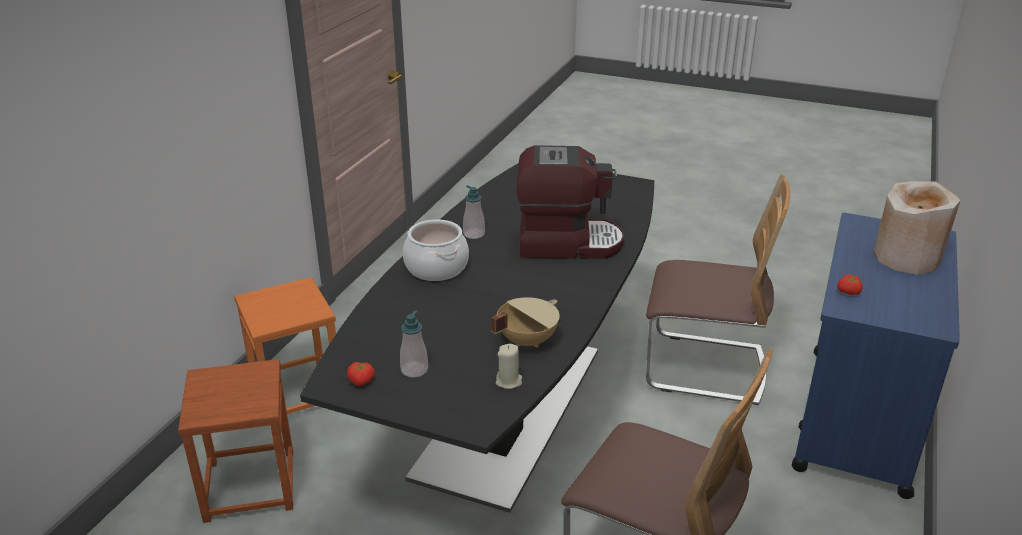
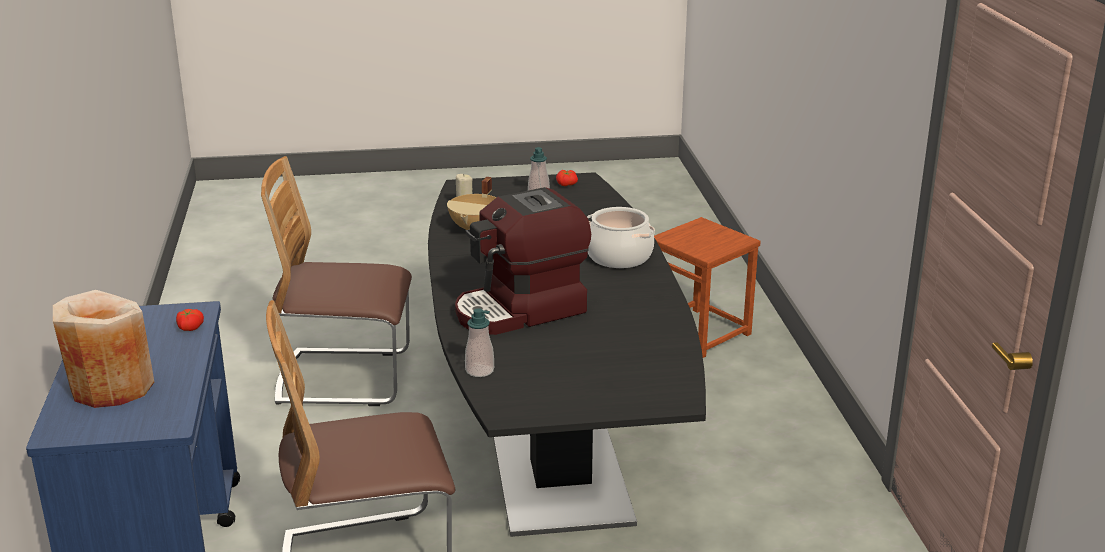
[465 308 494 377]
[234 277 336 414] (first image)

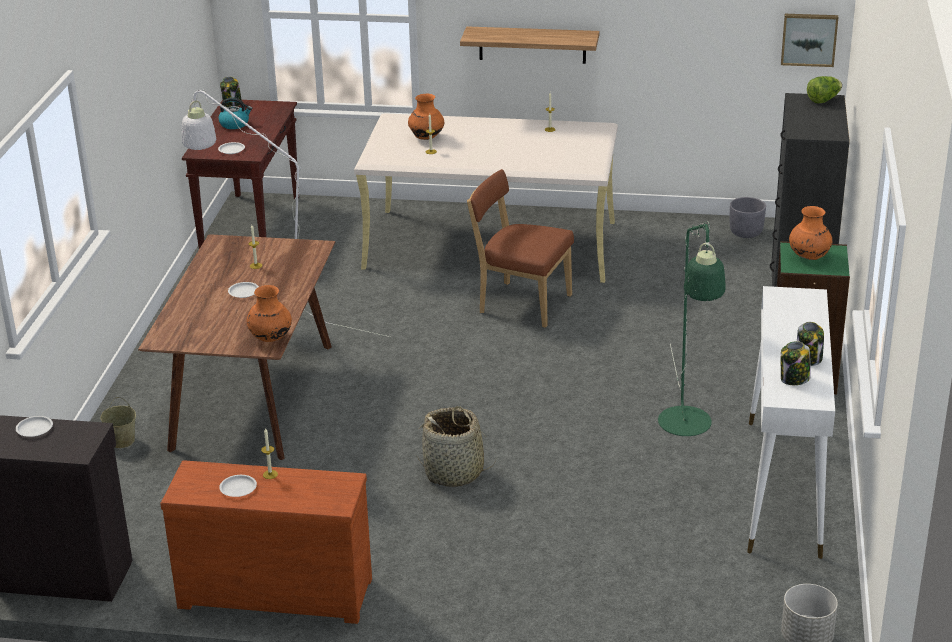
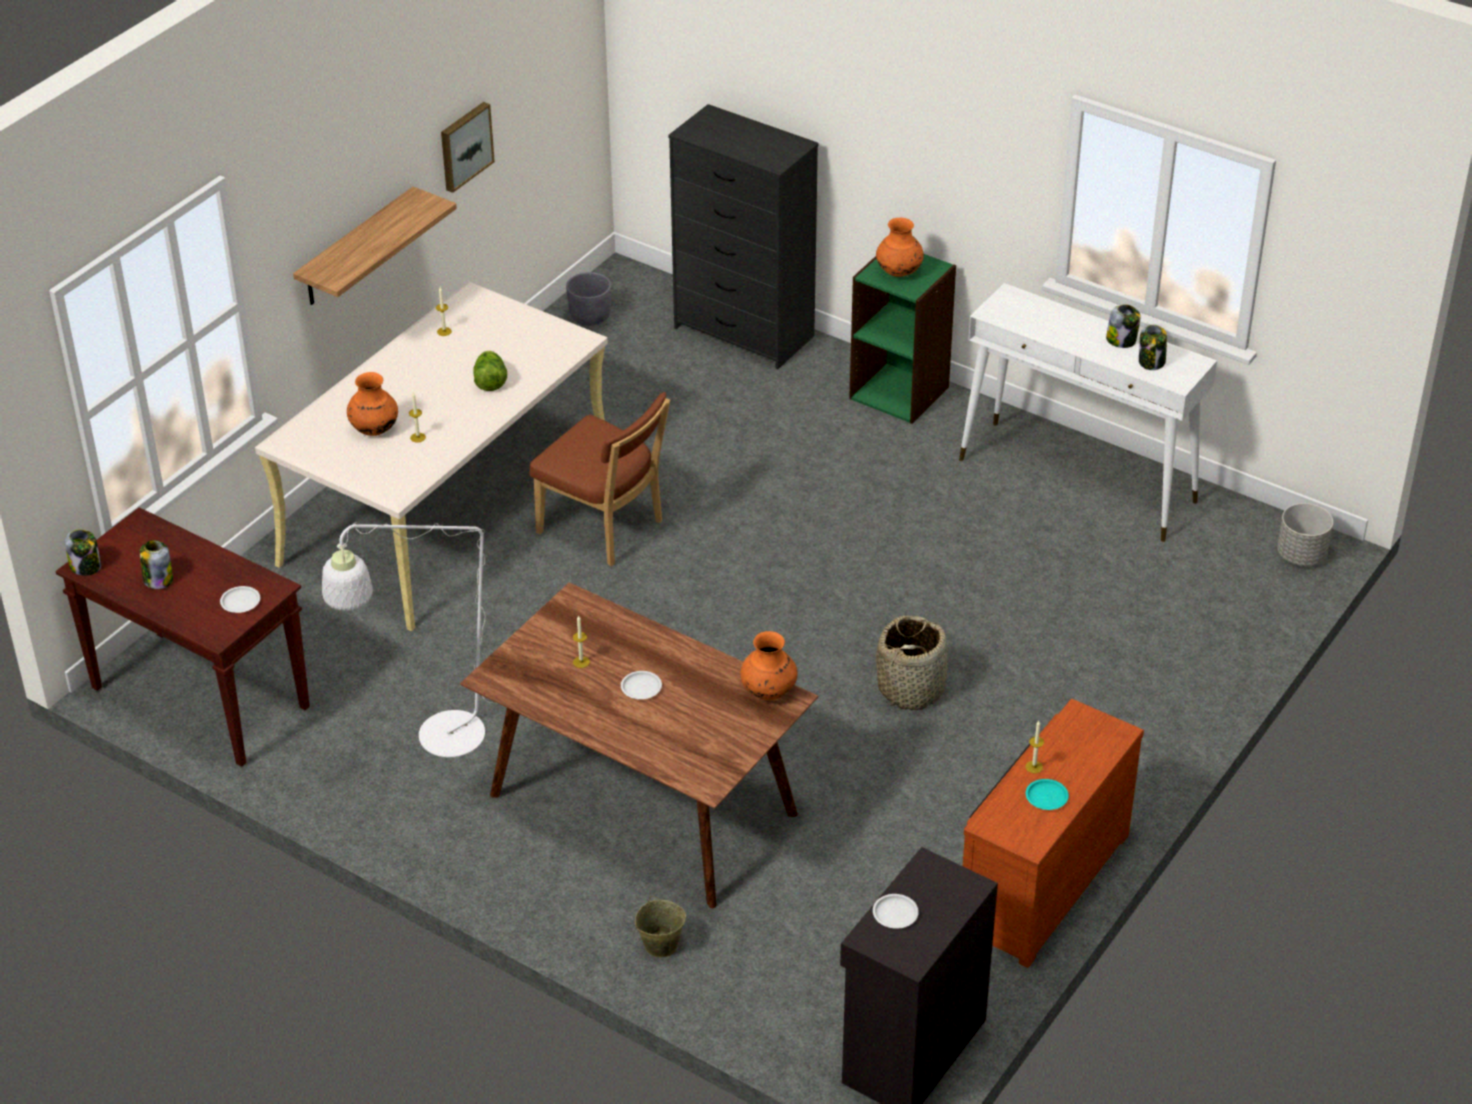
[441 102 495 193]
[473 350 507 391]
[140 540 173 589]
[529 392 670 566]
[658 221 726 436] (first image)
[1026 779 1069 810]

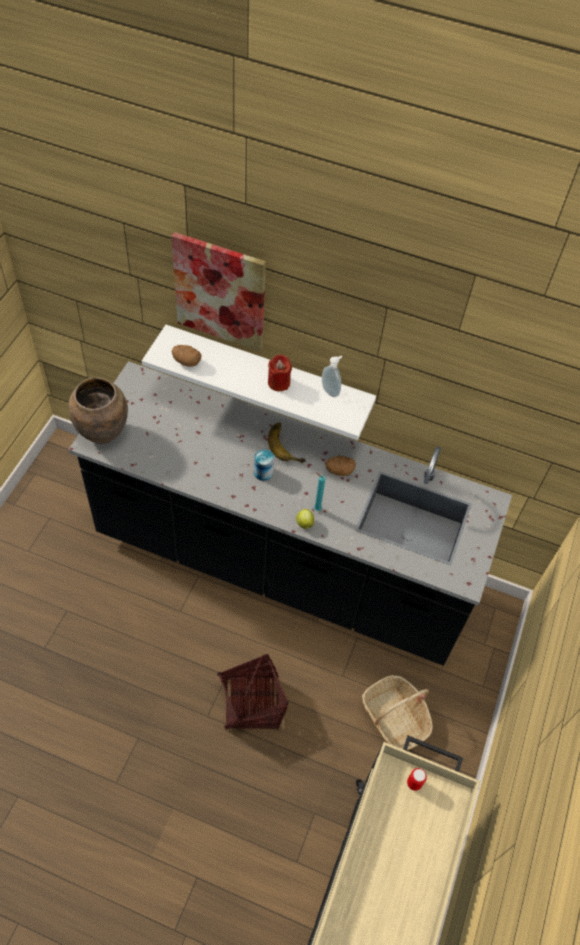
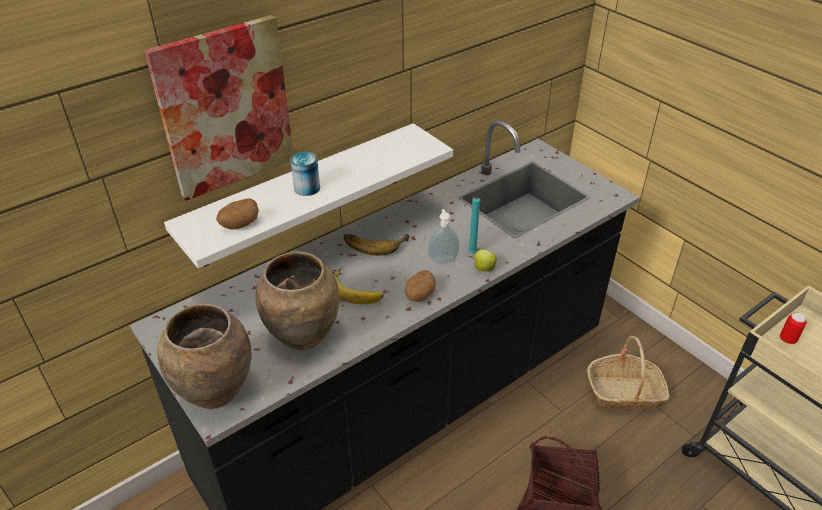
[268 354 292 391] (first image)
[428 209 460 263]
[290 152 320 196]
[405 270 436 302]
[256 251 339 350]
[334 268 384 304]

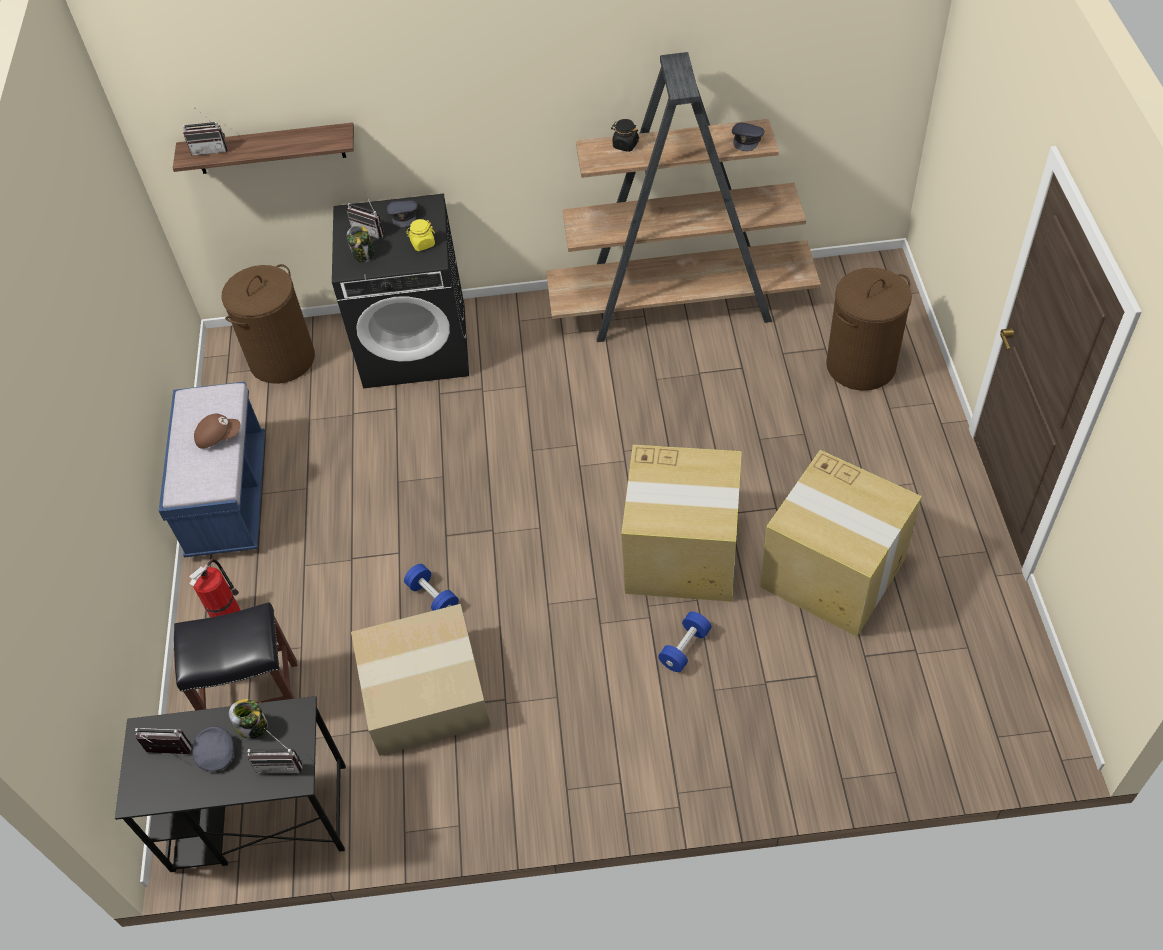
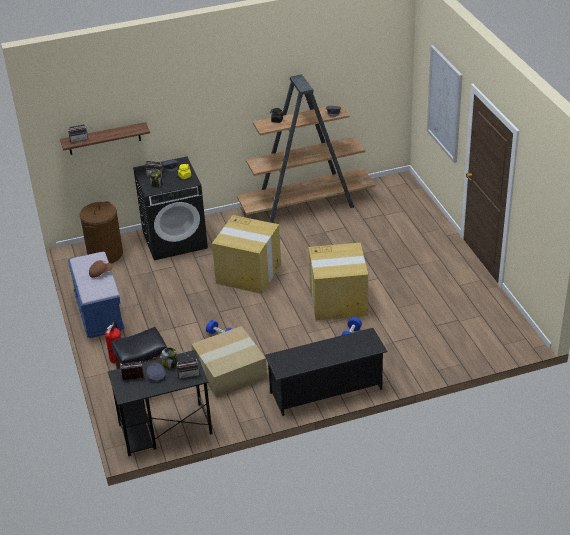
[826 268 912 391] (first image)
[212 215 281 294]
[427 45 463 163]
[265 328 388 416]

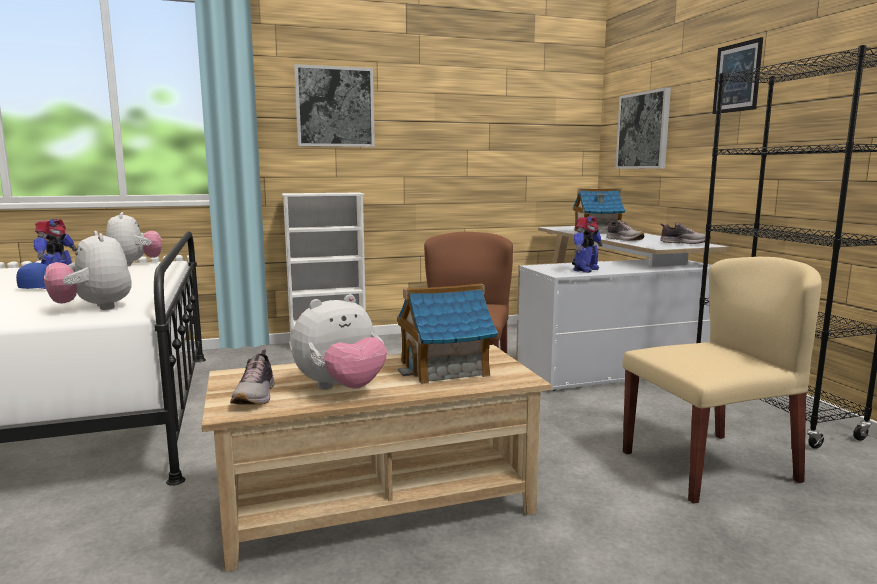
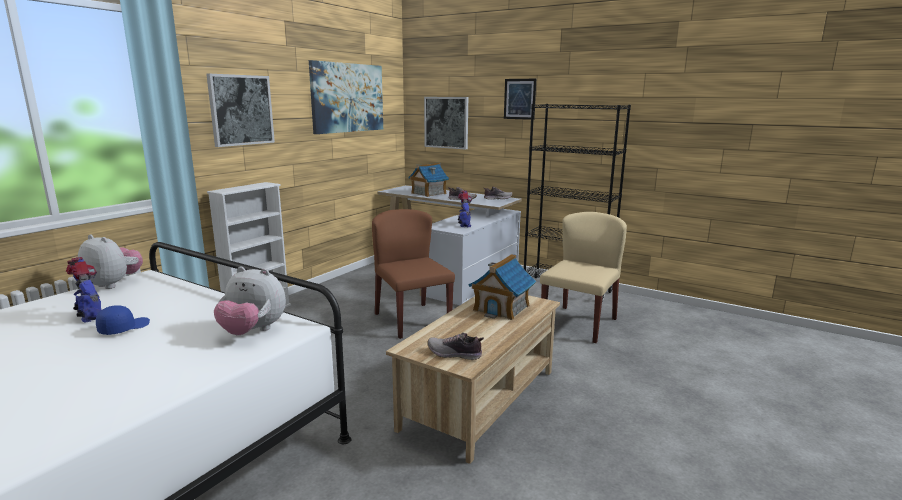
[291 294 387 390] (first image)
[427 333 484 360]
[309 60 383 134]

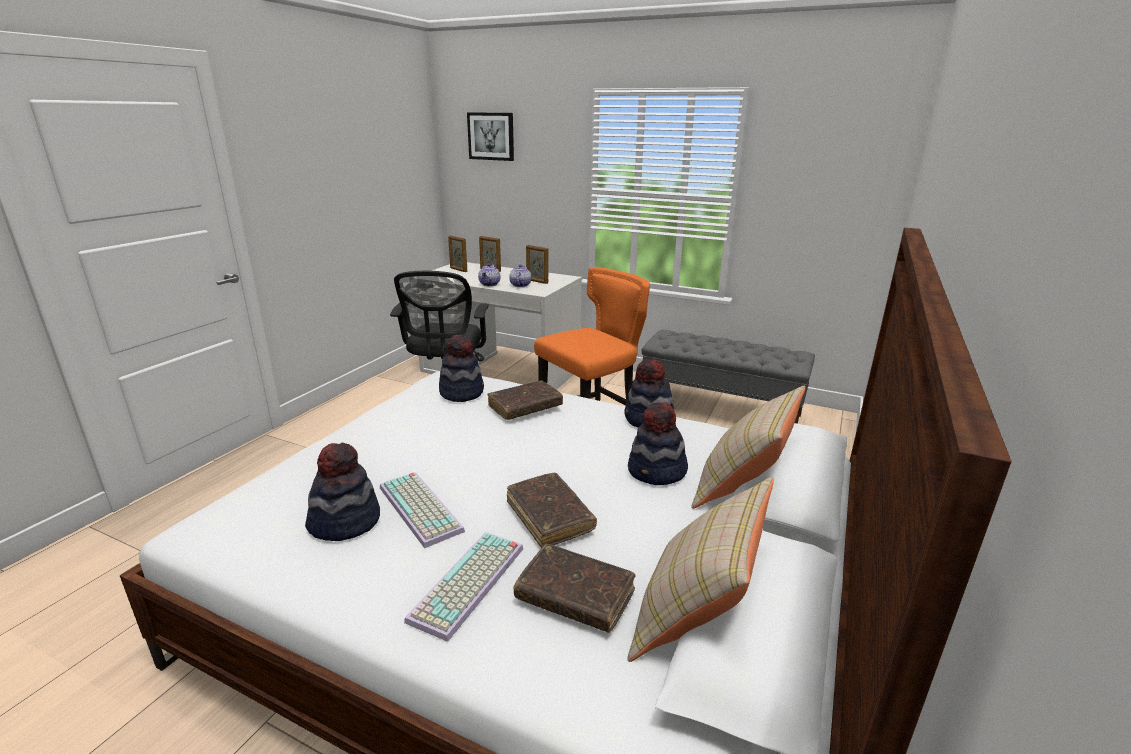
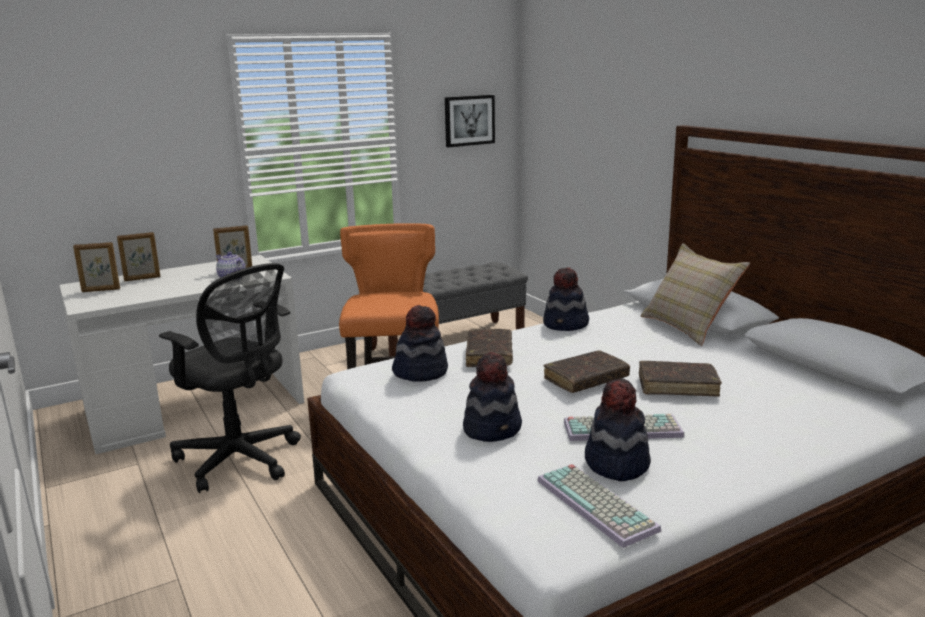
[445 95 495 147]
[478 263 501 286] (first image)
[463 352 522 442]
[627 477 774 662] (first image)
[537 464 662 548]
[544 350 630 393]

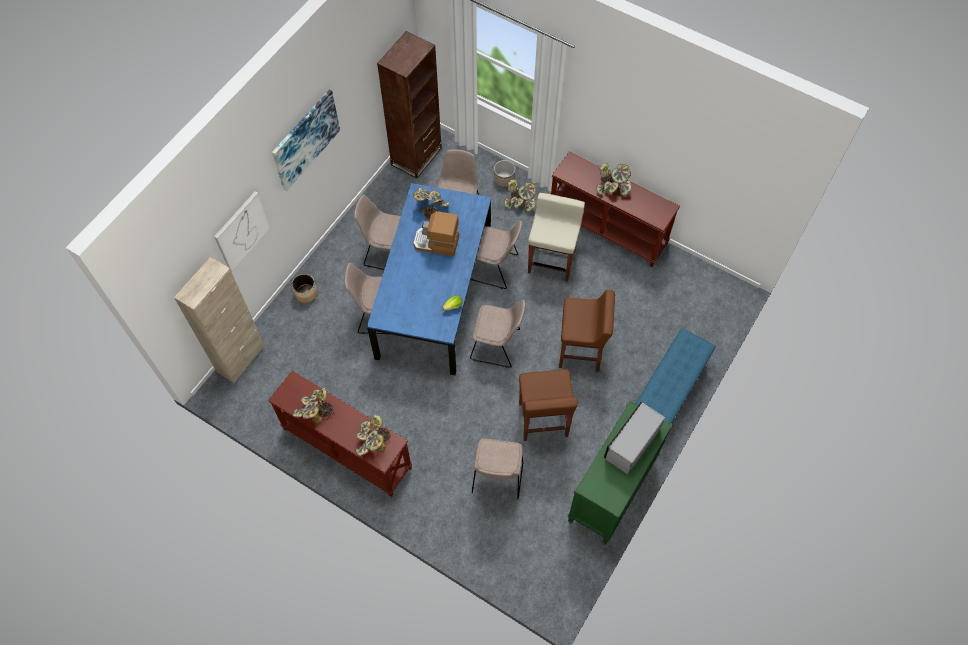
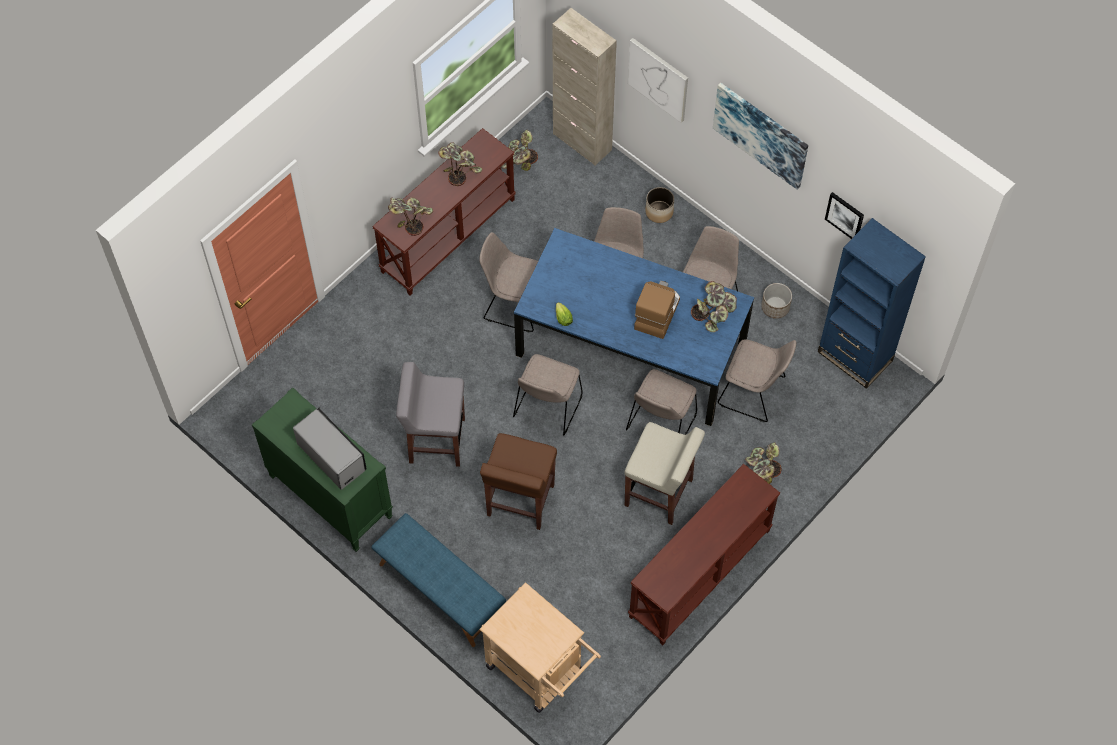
[818 218 926 389]
[761 283 792 319]
[500 130 538 171]
[396 362 465 467]
[479 232 538 332]
[825 192 864 239]
[479 582 601 713]

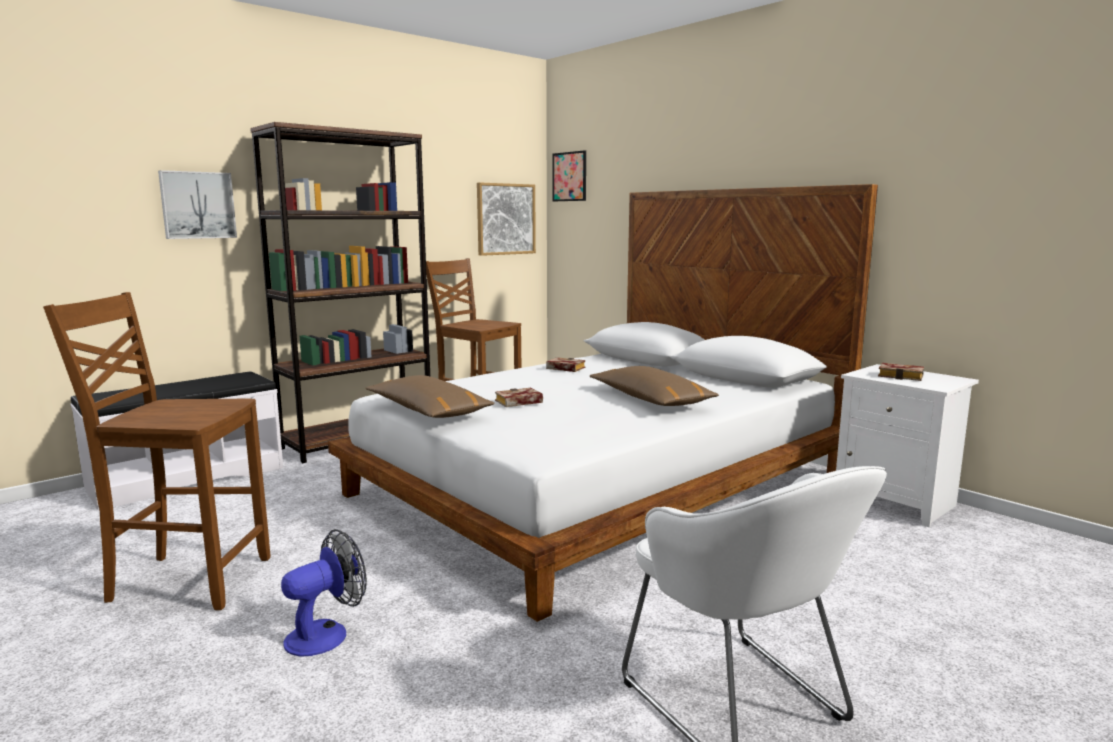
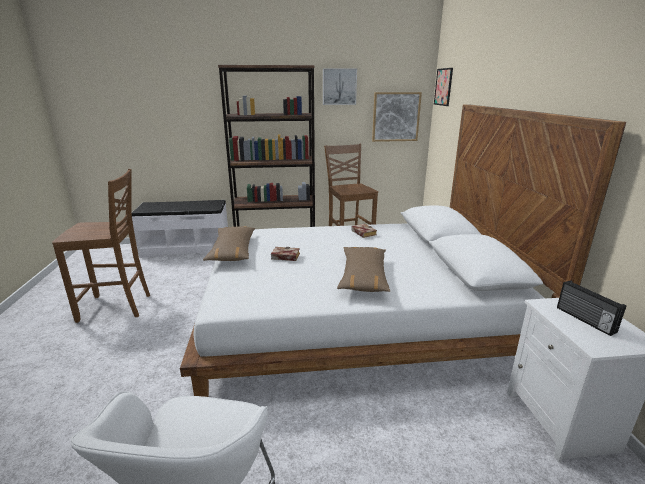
[323 68 357 105]
[52 169 150 323]
[557 280 626 336]
[281 529 367 657] (first image)

